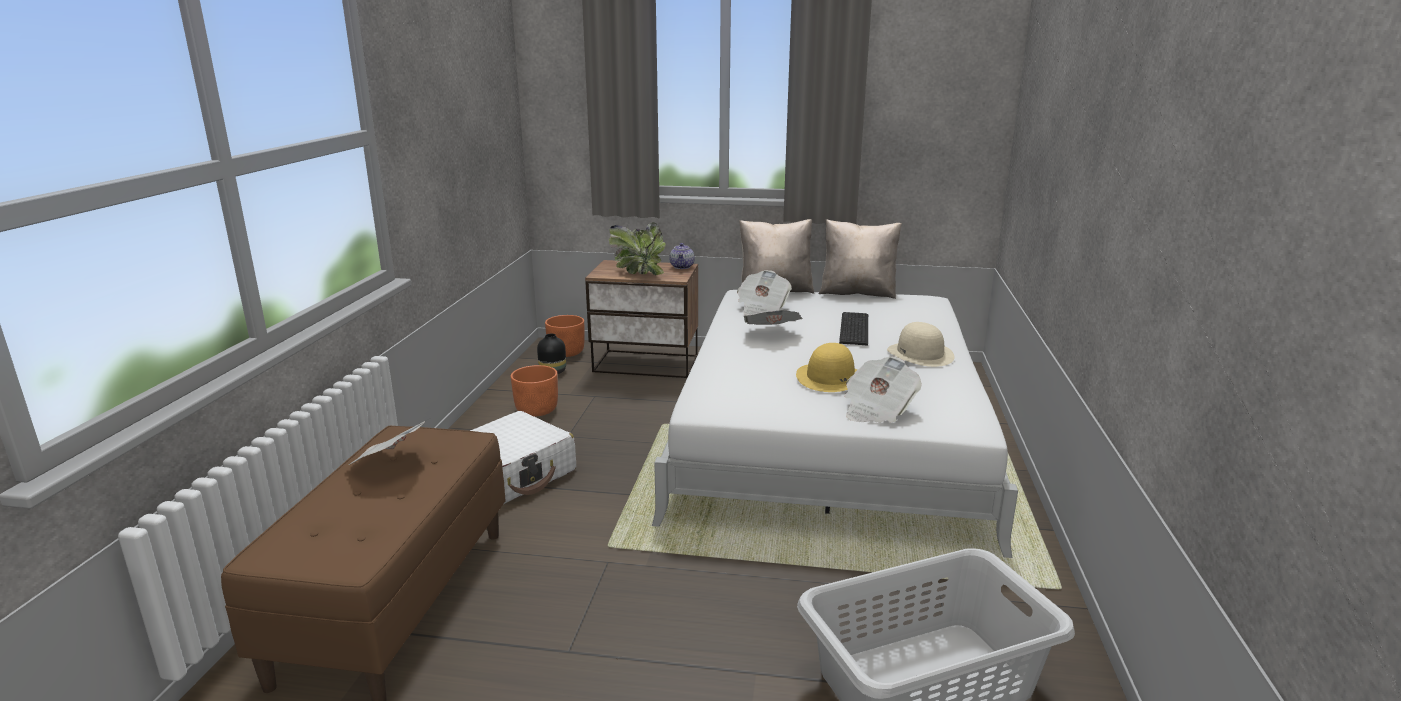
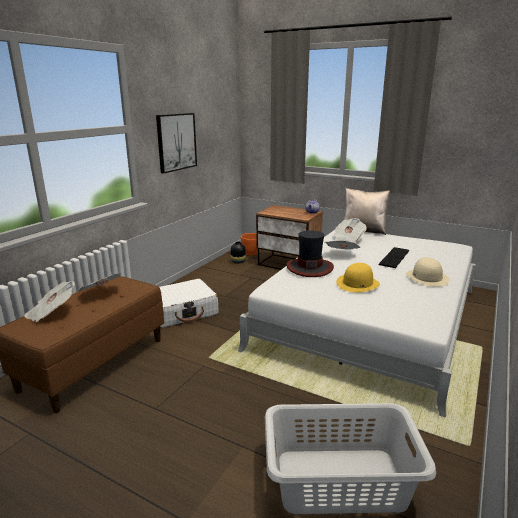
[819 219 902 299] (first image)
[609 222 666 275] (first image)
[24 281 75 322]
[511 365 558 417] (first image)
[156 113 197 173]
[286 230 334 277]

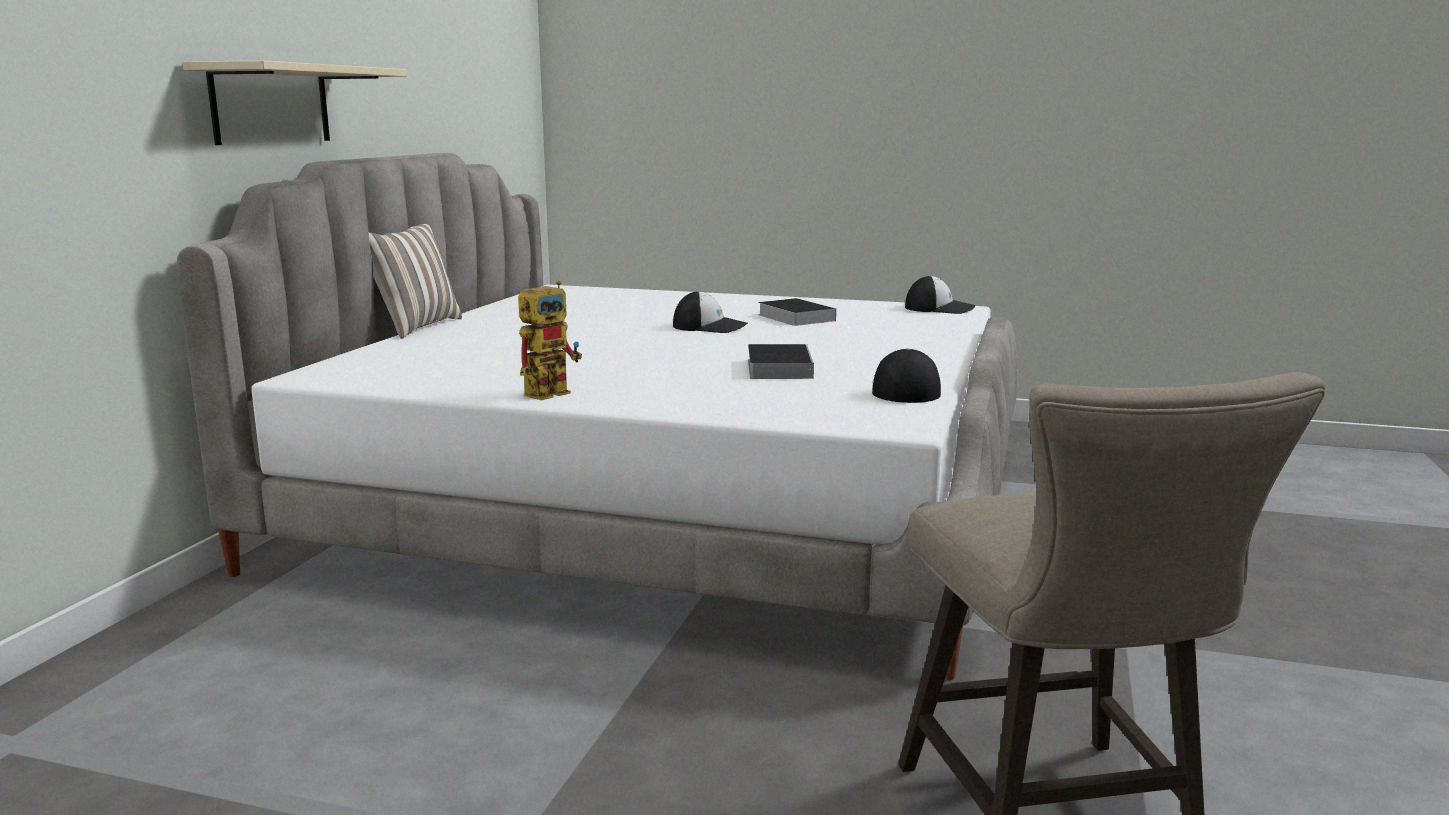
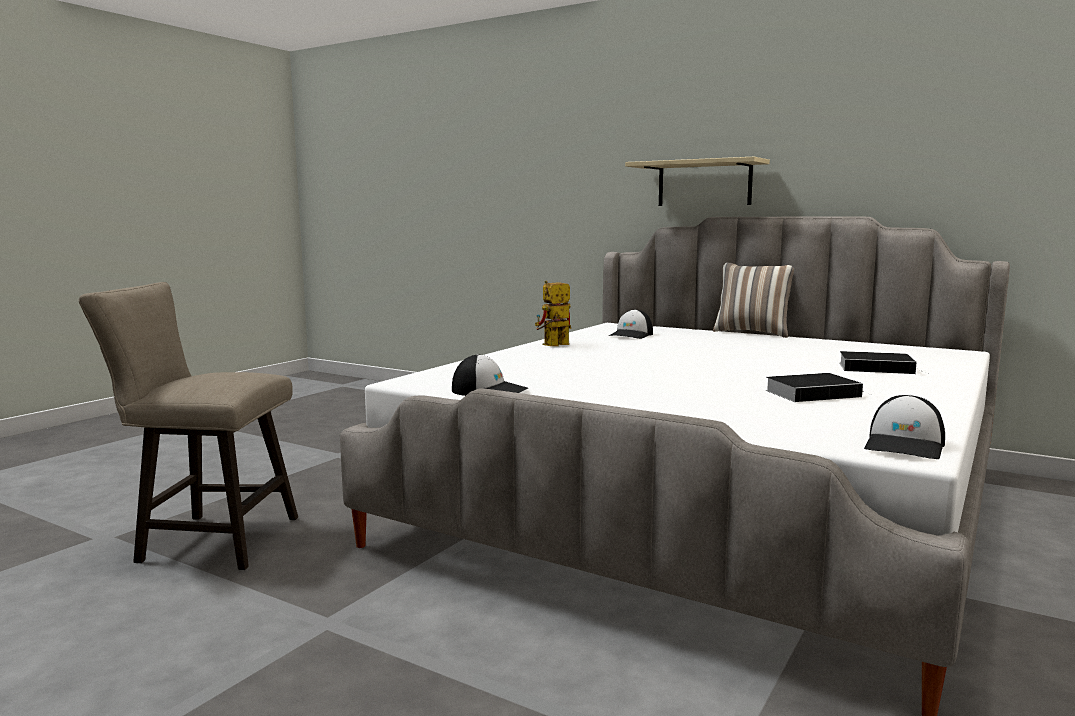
[535 280 571 346]
[609 309 653 339]
[839 351 919 374]

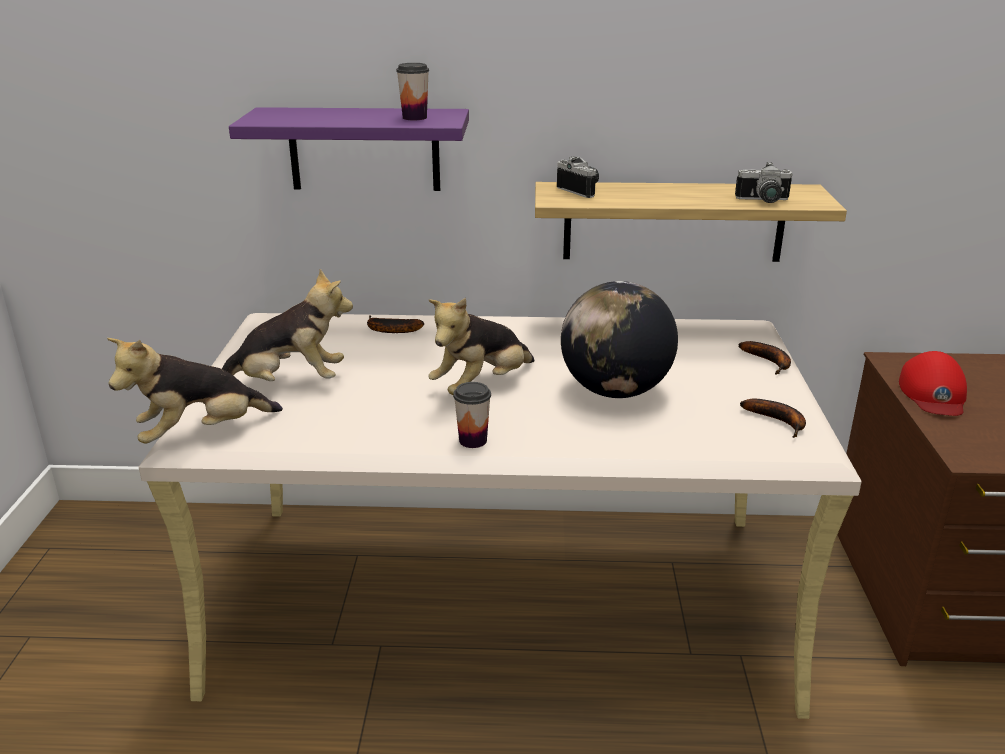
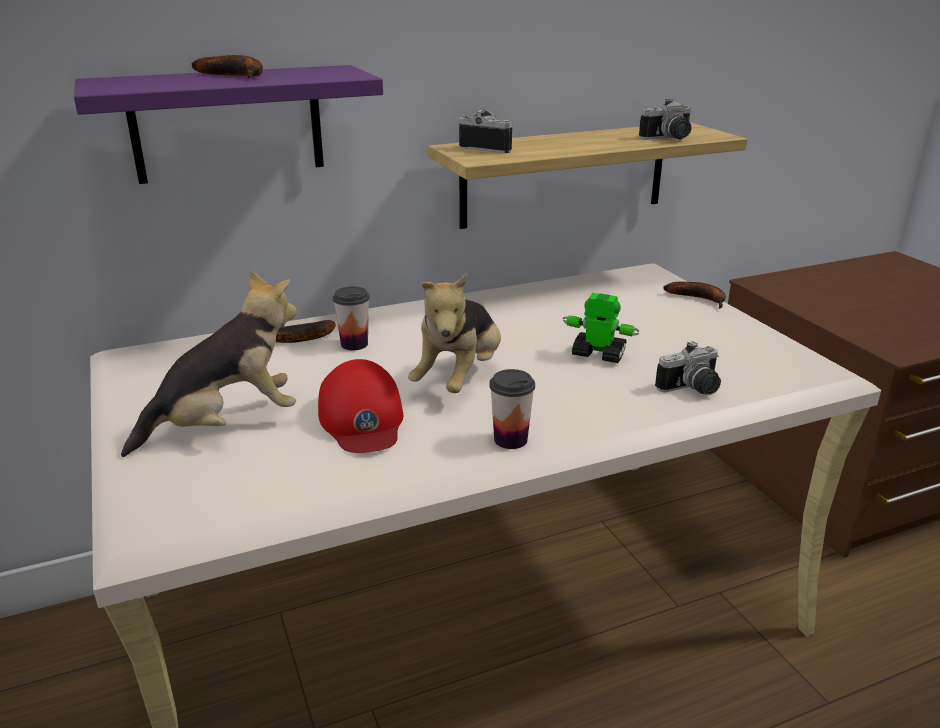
[333 286 370 350]
[563 293 639 363]
[107 338 283 444] (first image)
[318 359 403 453]
[191 55 263 78]
[655 341 721 395]

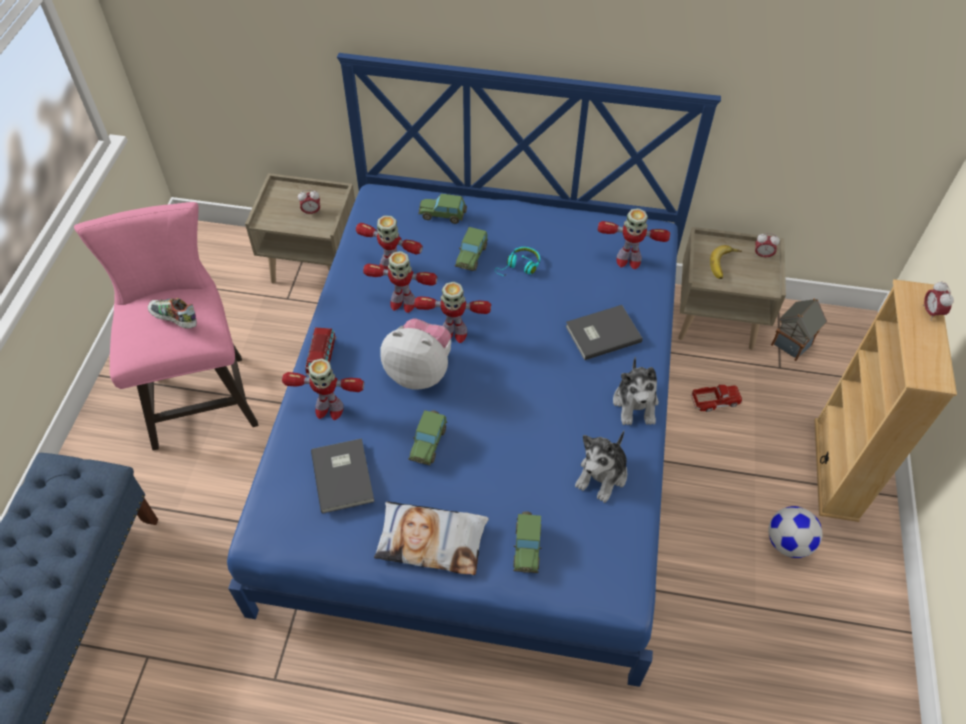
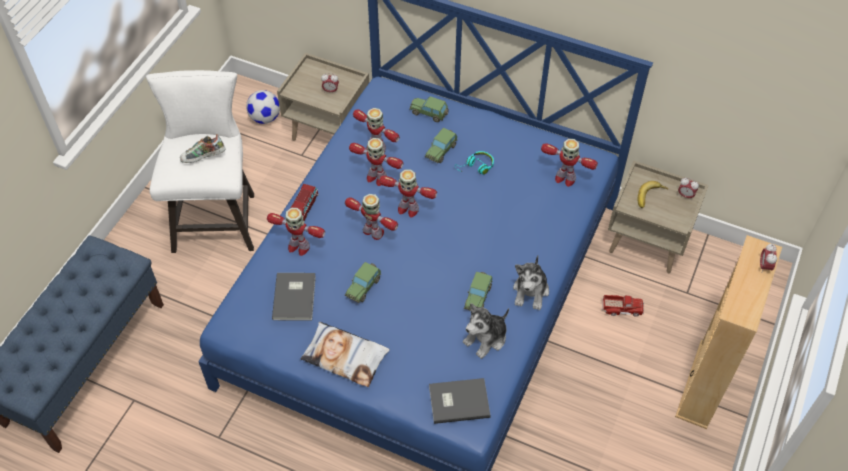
[146 70 254 253]
[180 134 226 163]
[771 298 827 361] (first image)
[429 378 490 424]
[345 194 398 240]
[246 90 280 124]
[464 272 493 311]

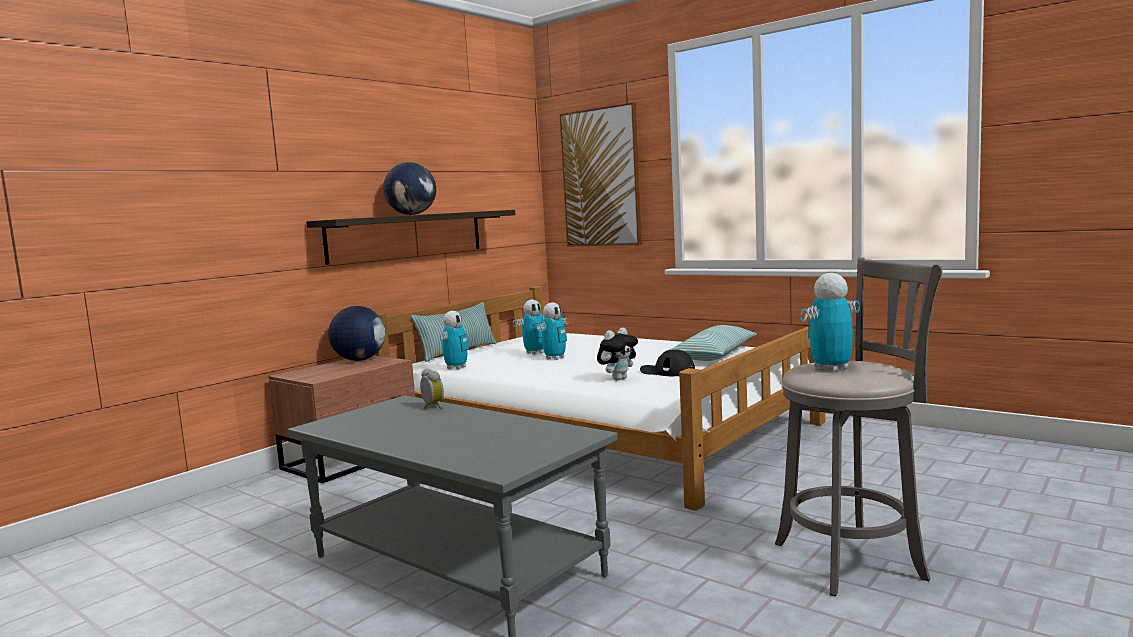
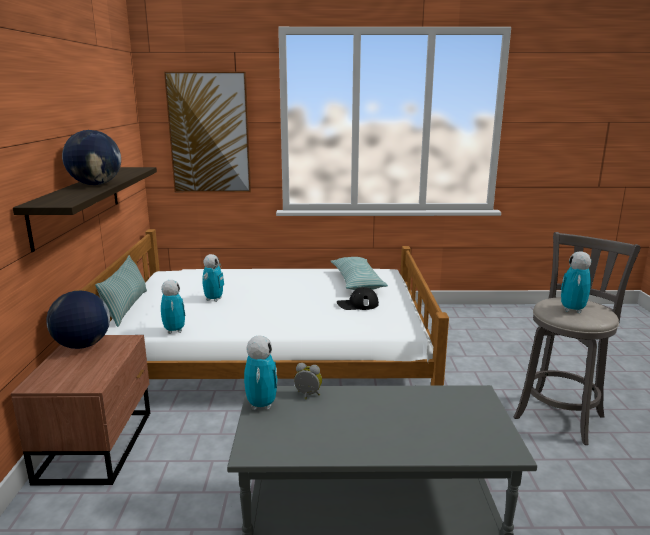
[244 335 278 410]
[597 328 638 380] (first image)

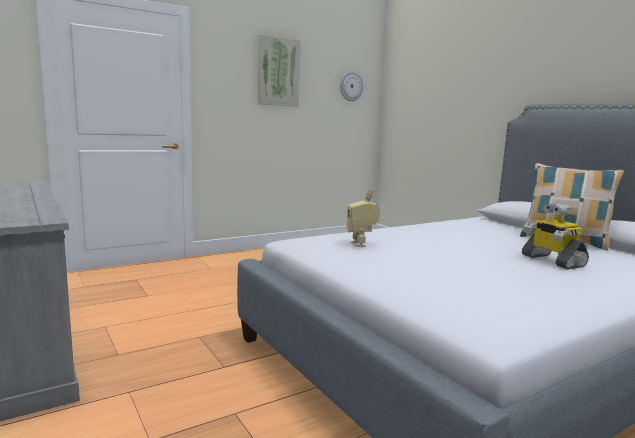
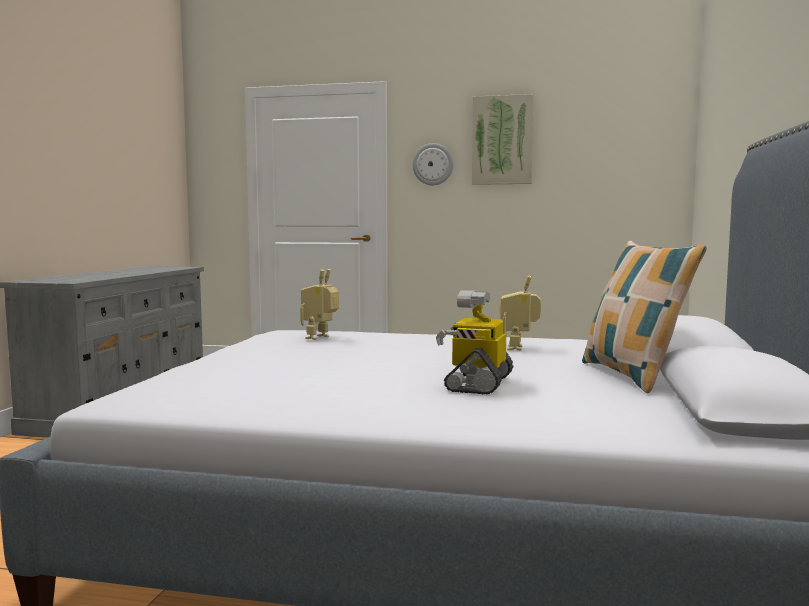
[412 143 454 185]
[500 275 541 351]

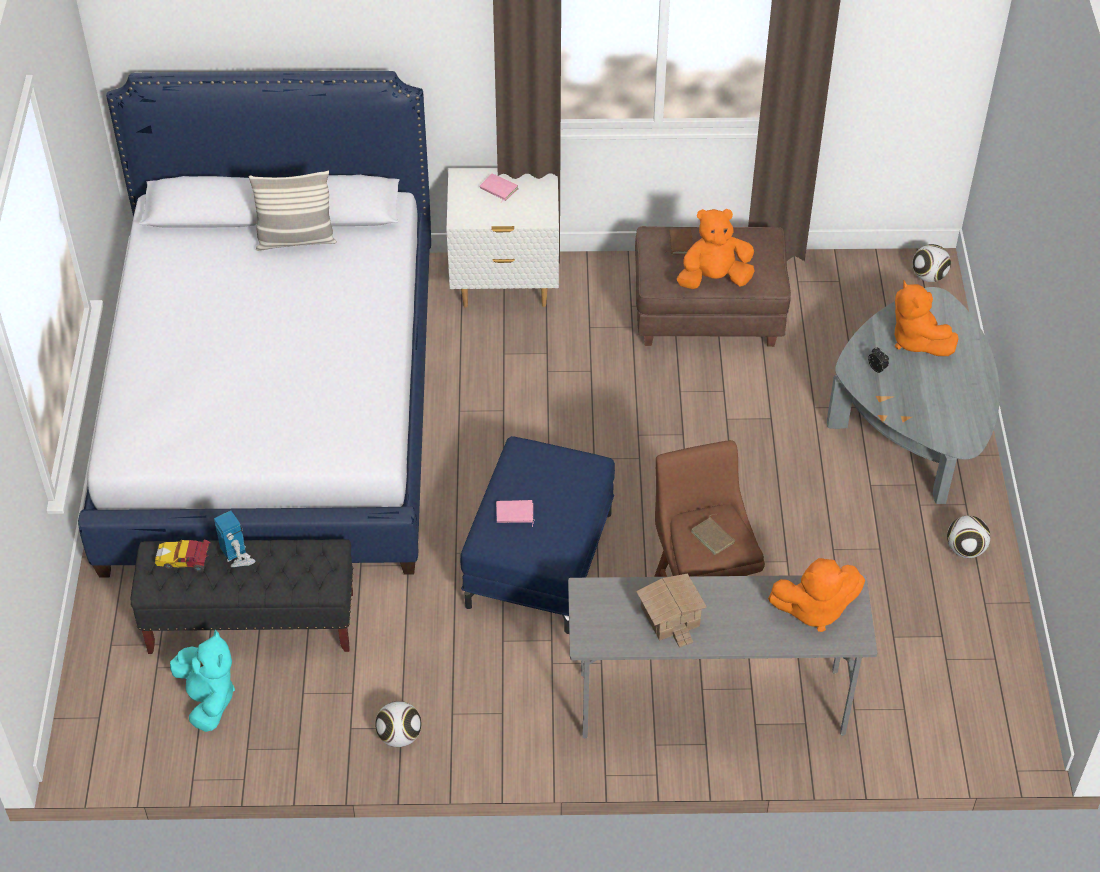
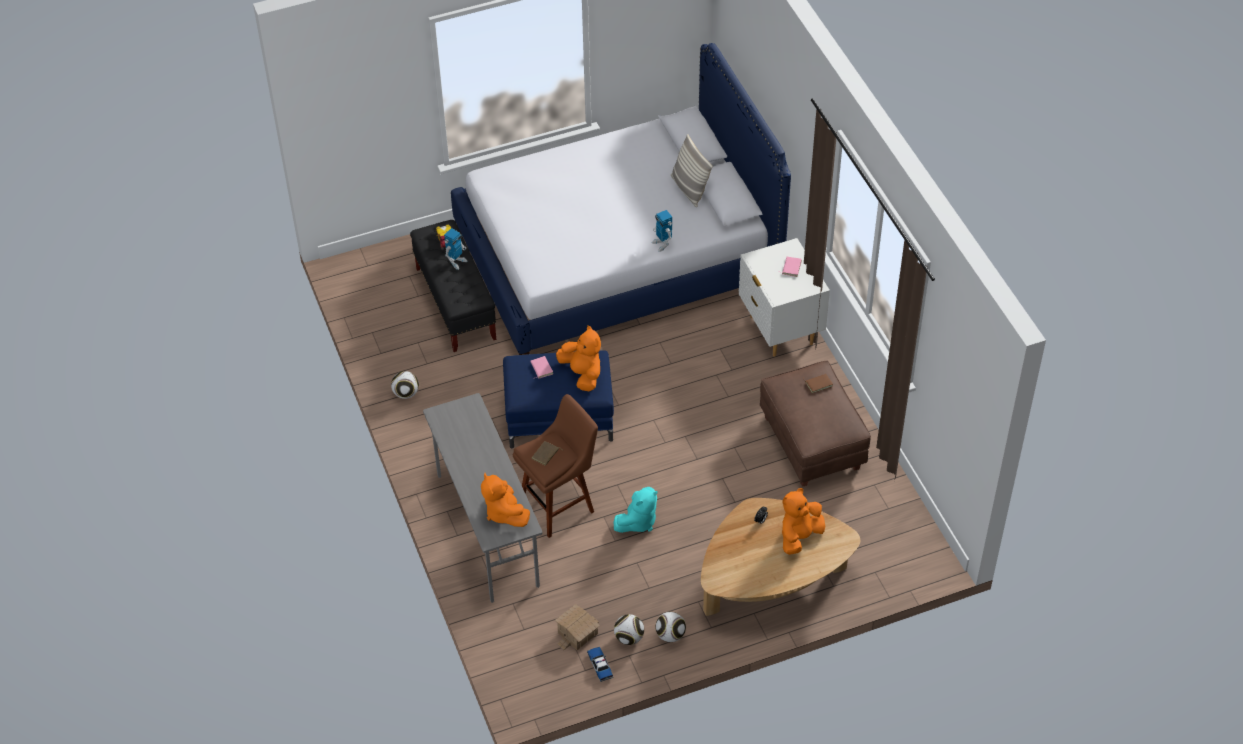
[556 325 601 391]
[614 614 644 645]
[701 498 860 616]
[555 604 600 650]
[613 487 658 533]
[652 210 672 252]
[587 647 613 682]

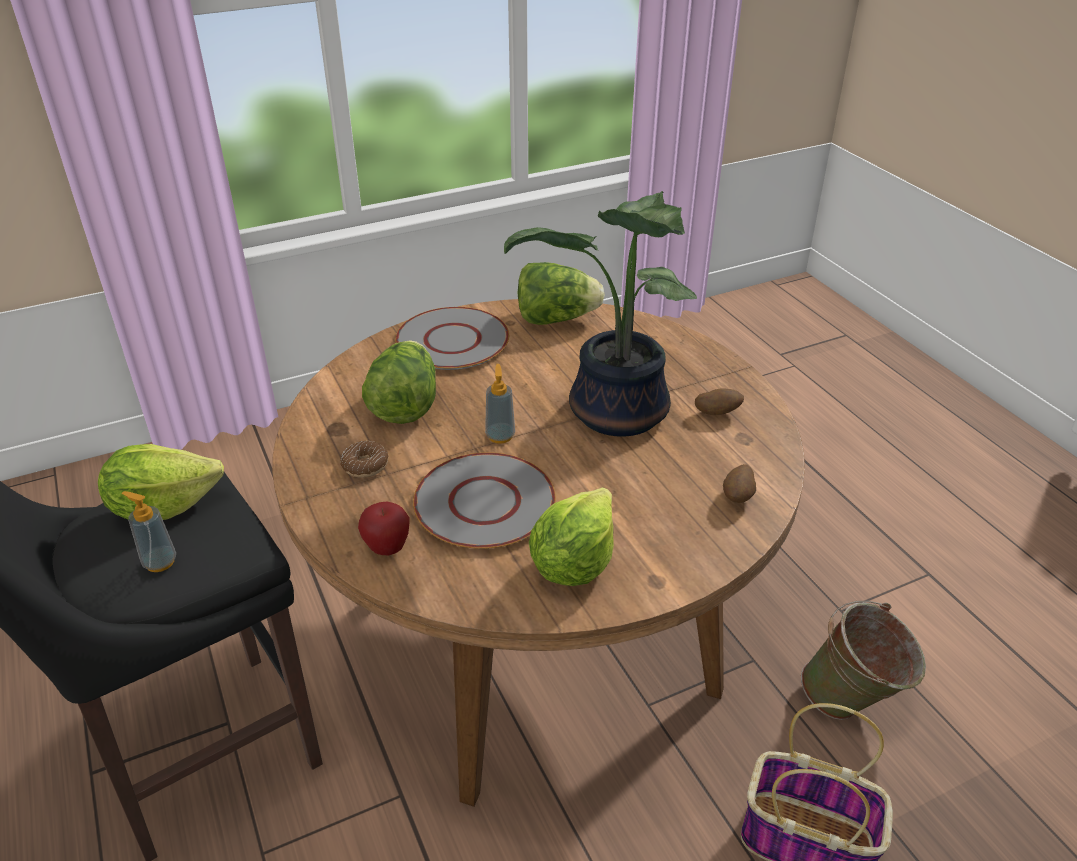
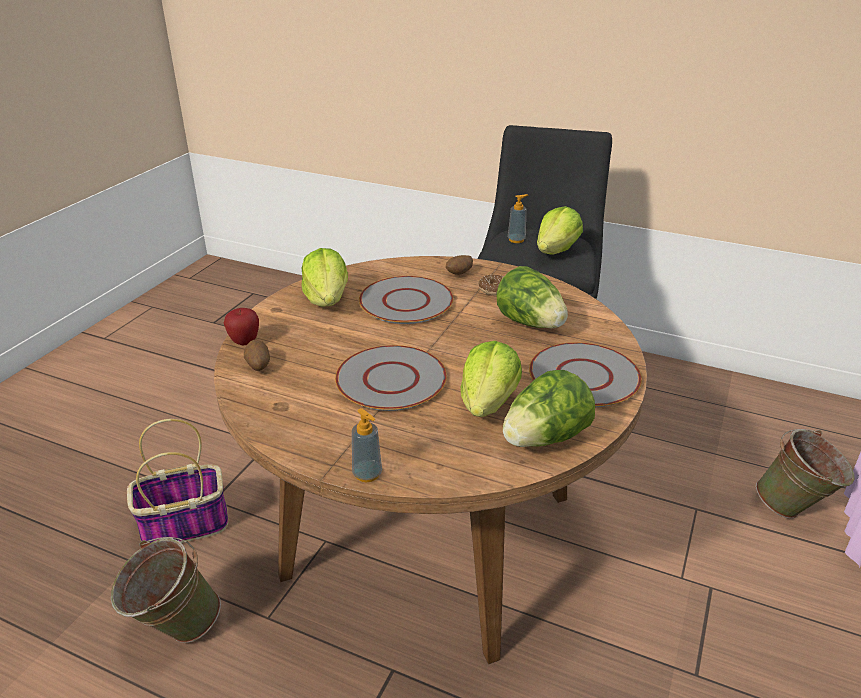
[335 345 447 411]
[352 408 382 482]
[446 255 473 275]
[224 308 259 345]
[461 341 522 417]
[756 429 855 519]

